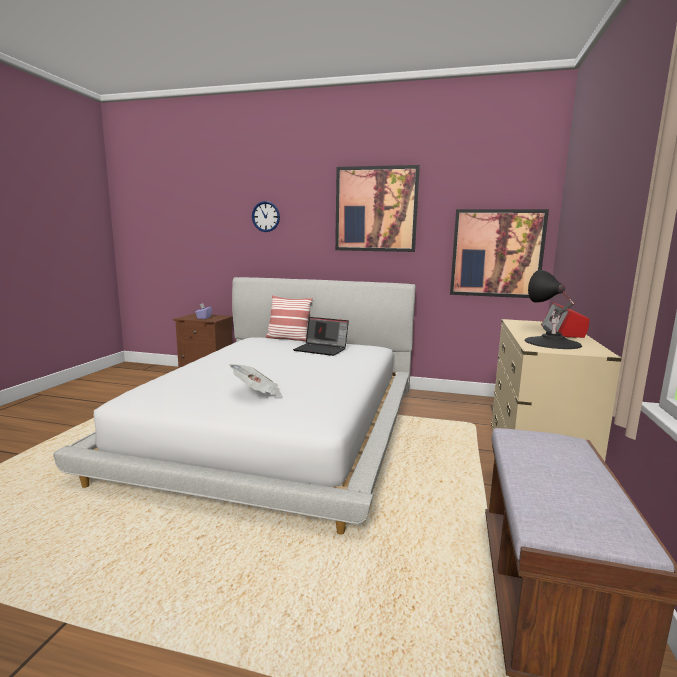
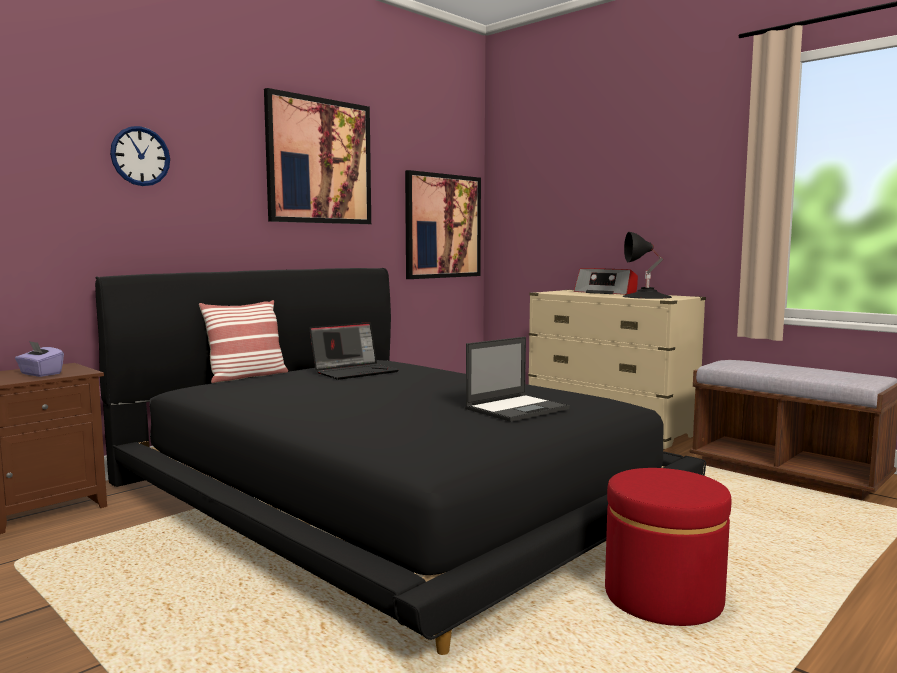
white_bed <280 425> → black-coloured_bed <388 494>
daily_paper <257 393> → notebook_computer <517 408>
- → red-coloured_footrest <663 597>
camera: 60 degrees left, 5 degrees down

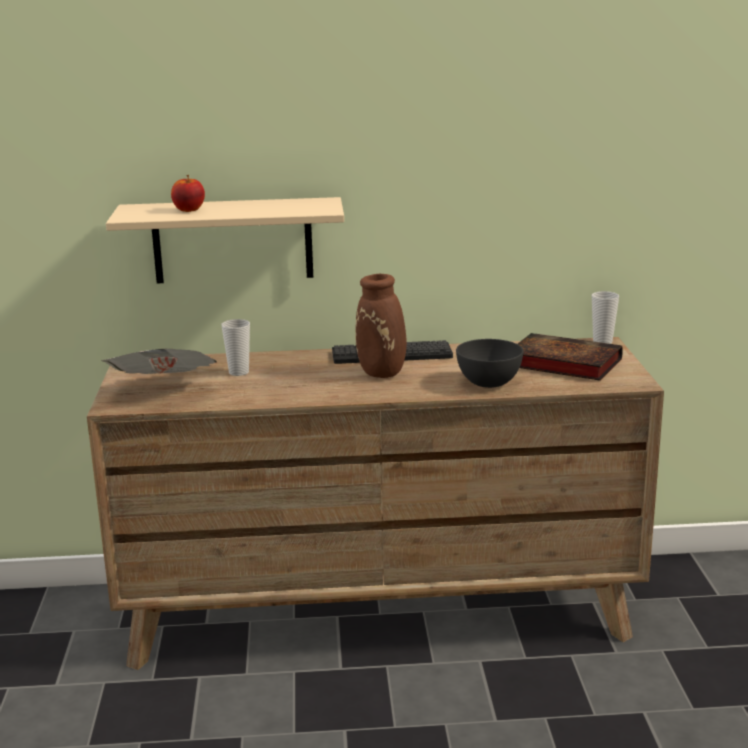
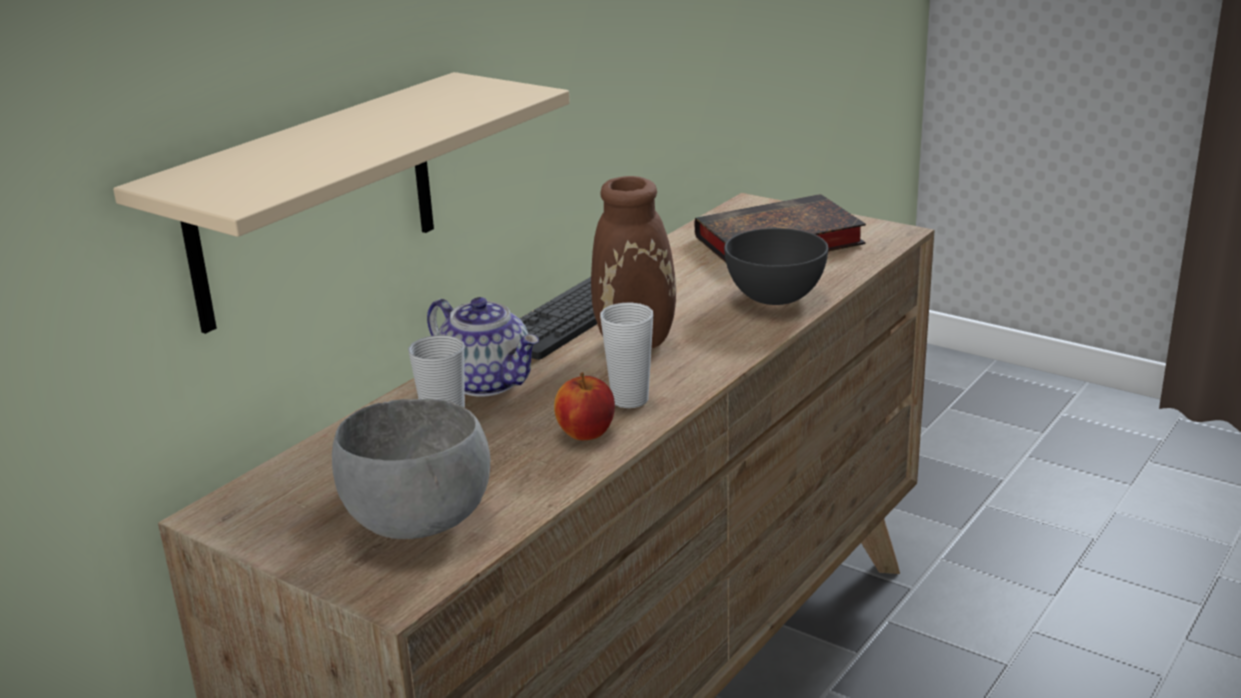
daily_paper <164 391> → greyish_bowl <415 522>
- → pot_for_tea <488 382>
apple <189 210> → apple <585 434>, move
drinking_cup <602 342> → drinking_cup <630 400>, move
camera: 50 degrees left, 5 degrees up

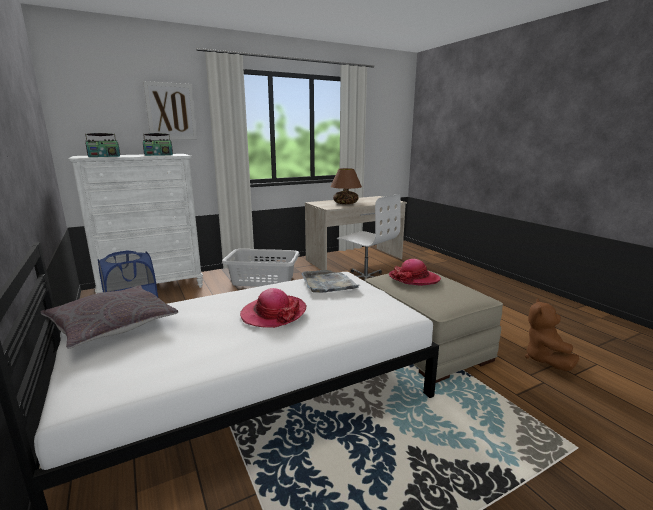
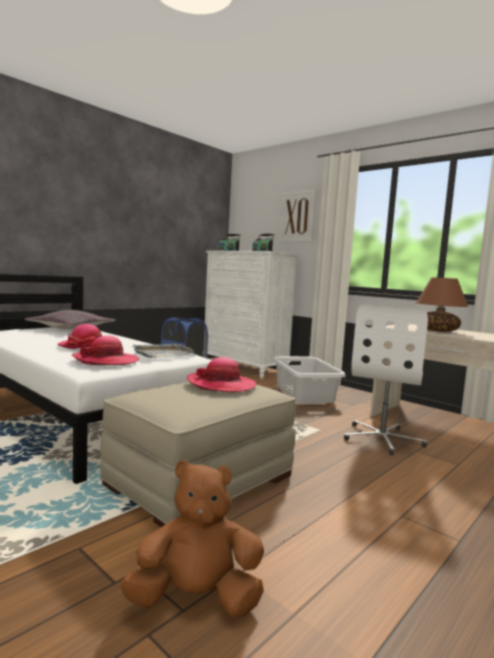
- → hat <106 361>
camera: 70 degrees right, 10 degrees down

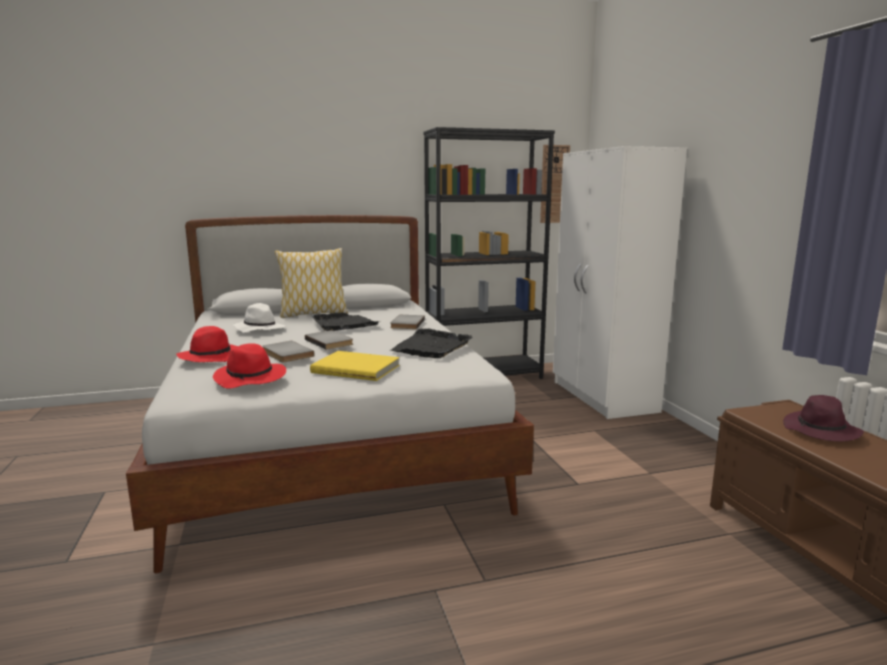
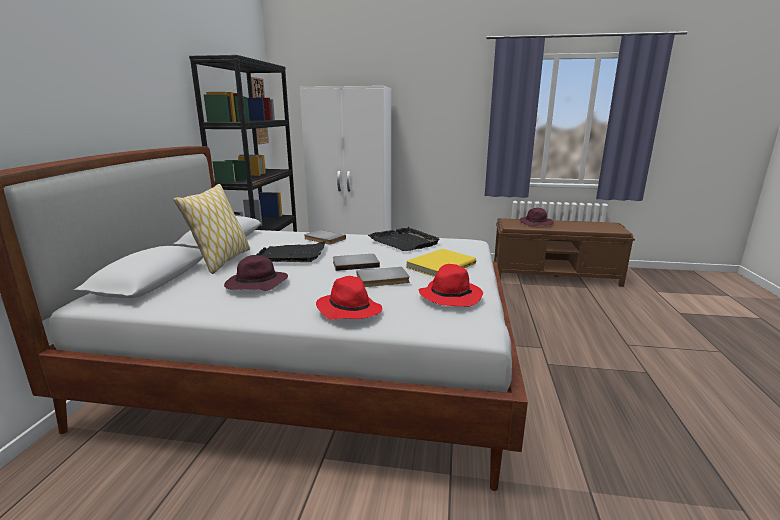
white_hat <259 329> → purple_hat <256 285>
camera: 65 degrees left, 5 degrees up

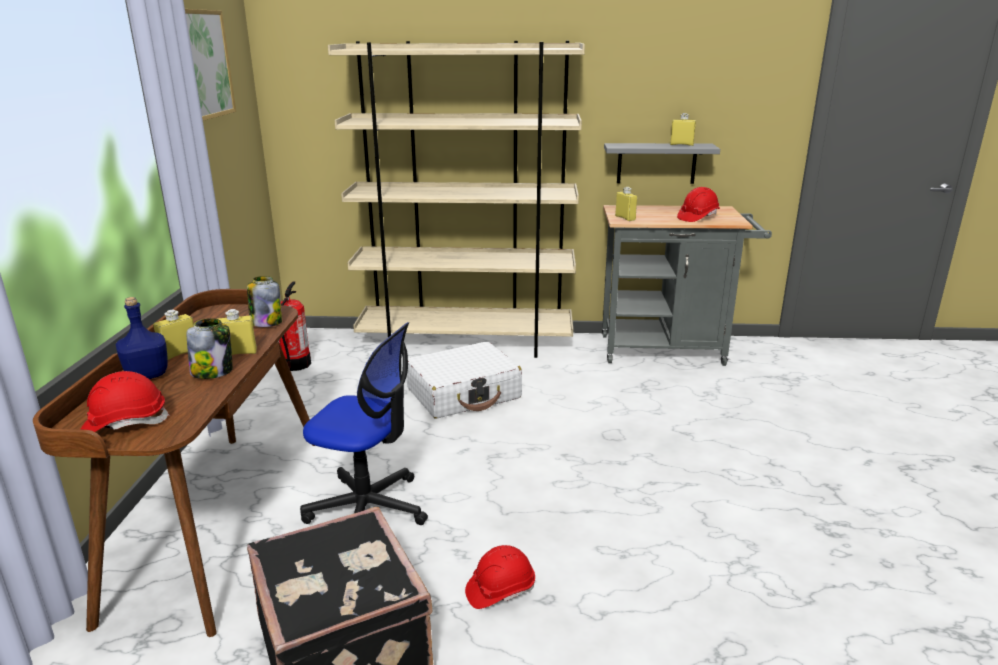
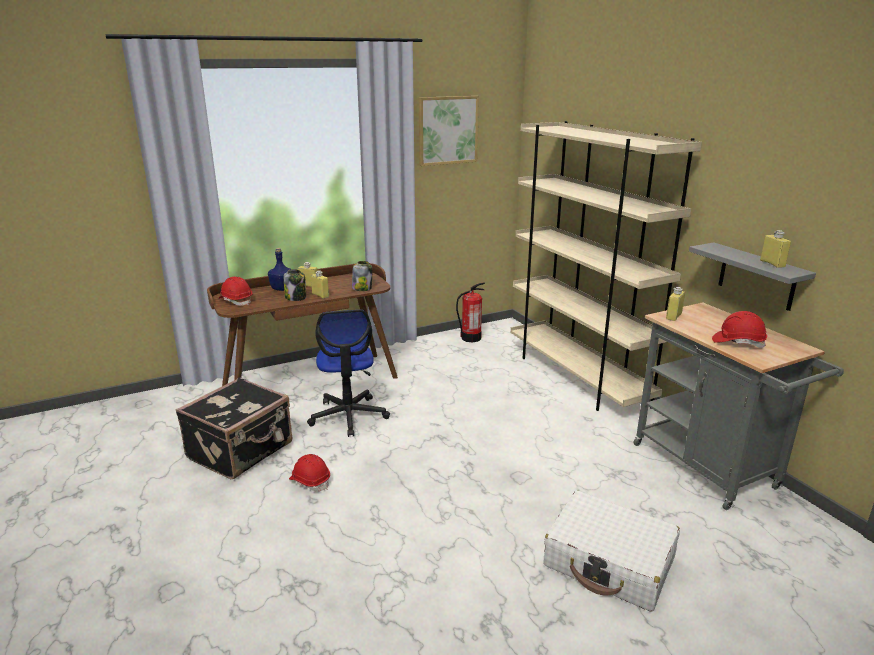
white_piece_of_luggage <464 393> → white_piece_of_luggage <609 562>, move
camera: 60 degrees right, 0 degrees up

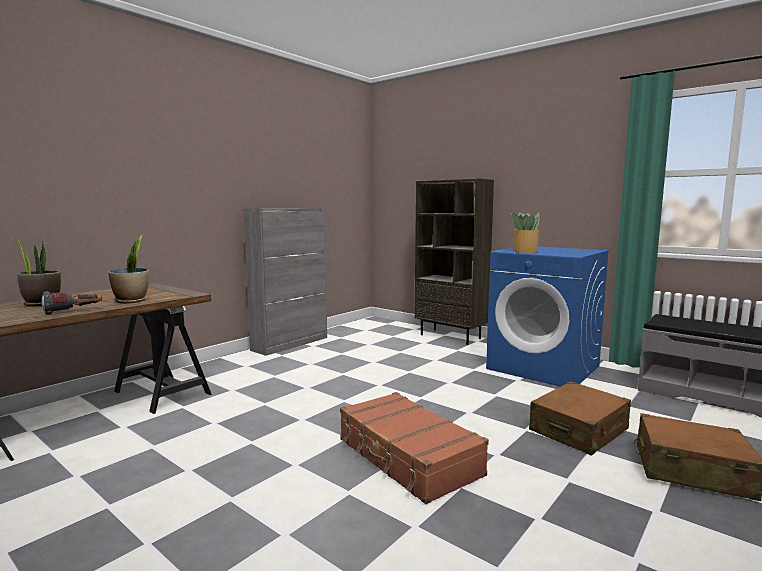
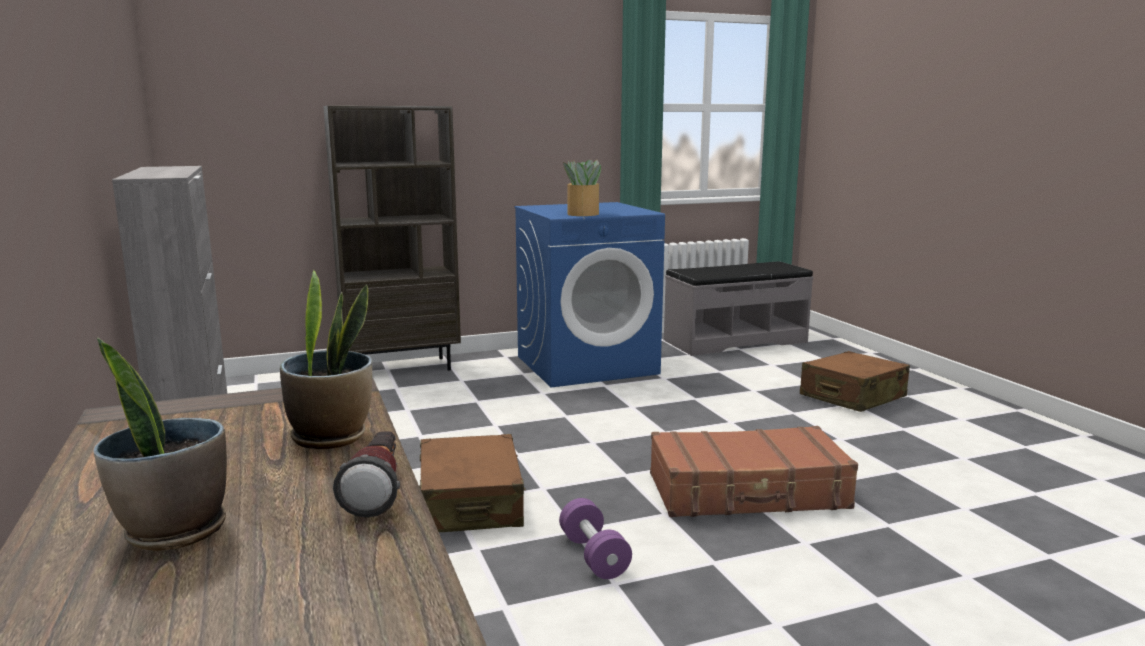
brown_piece_of_luggage <579 430> → brown_piece_of_luggage <470 503>, move
- → purple_dumbbell <594 556>
camera: 60 degrees left, 5 degrees up

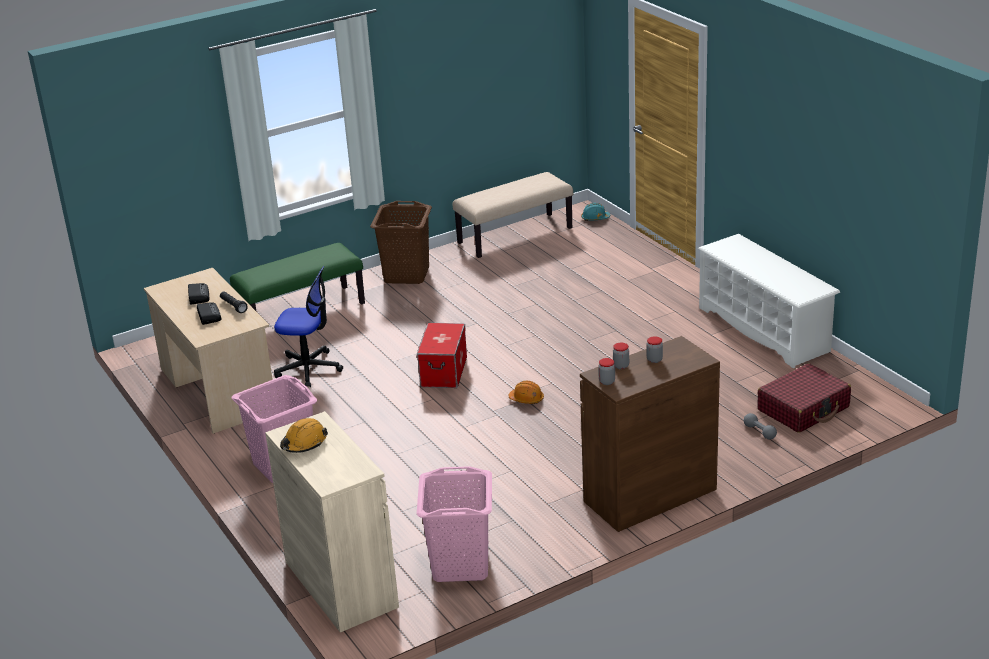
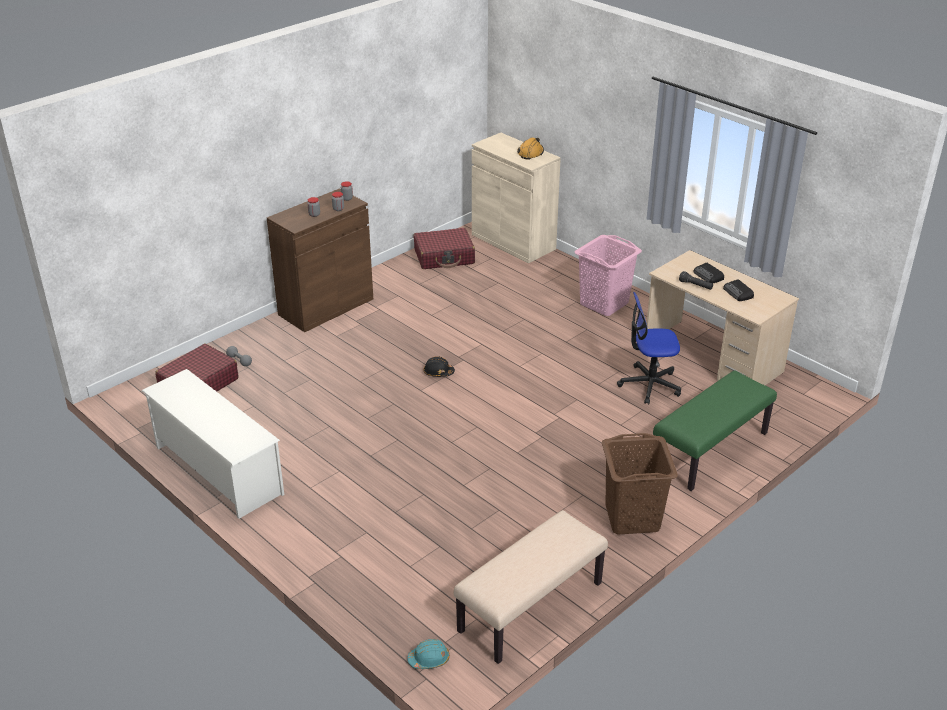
pink-coloured_hamper <460 565> → red-coloured_piece_of_luggage <444 257>
orangey_safety_helmet <526 399> → black-coloured_safety_helmet <438 372>
storage_box <443 371> → -
camera: 165 degrees right, 5 degrees up

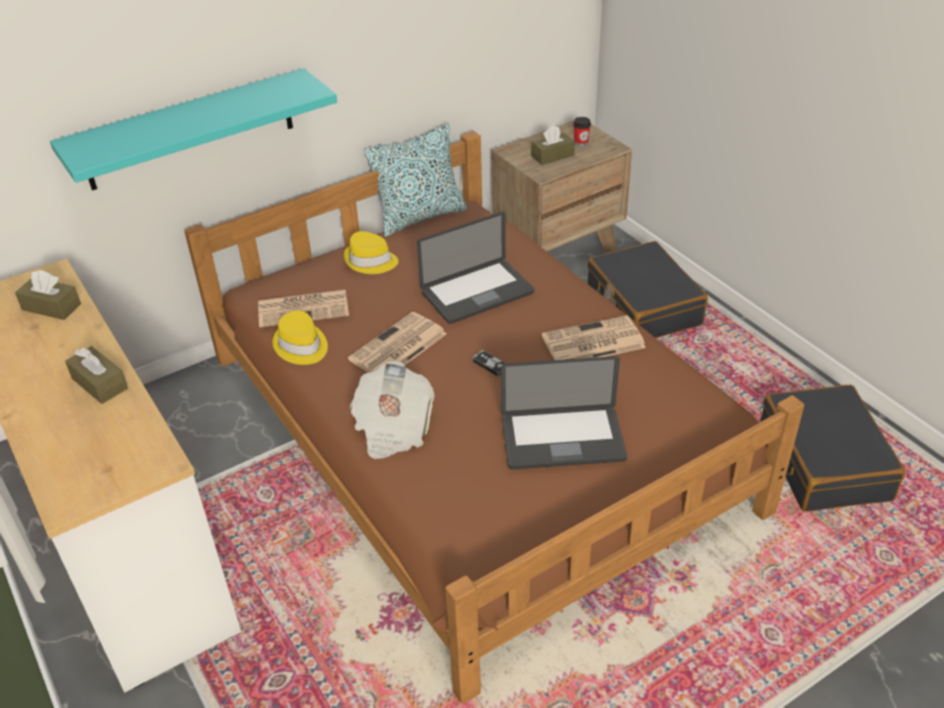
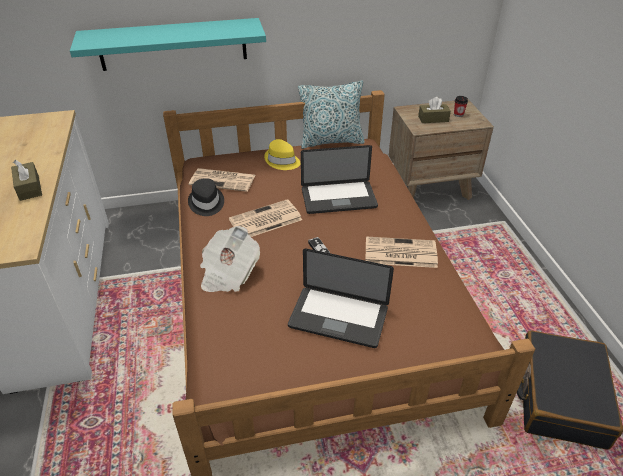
yellowish_hat <301 346> → black-coloured_hat <206 203>
brown_tissue_box <51 307> → -
black-coloured_piece_of_luggage <642 306> → -
camera: 20 degrees right, 0 degrees up

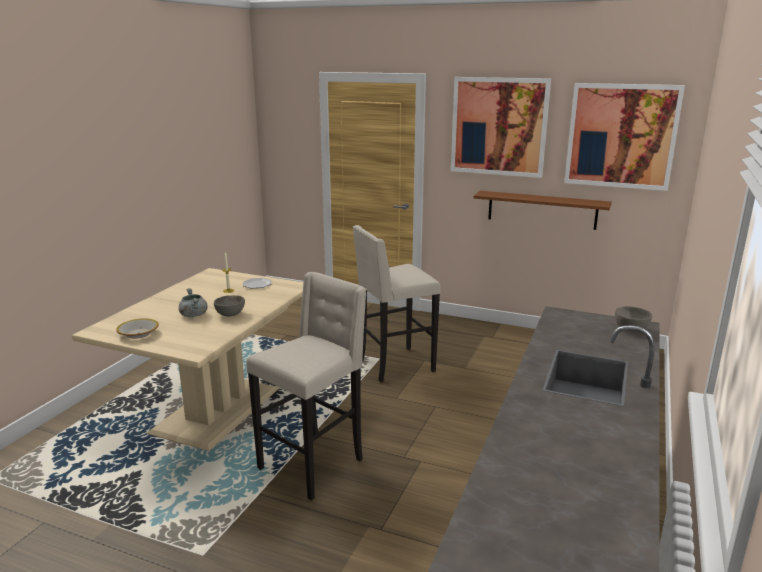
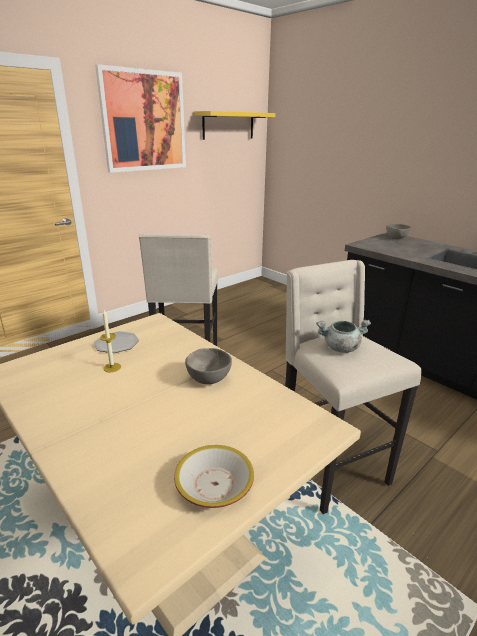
wall_art <621 136> → yellowish_wall_shelf <228 125>
greyish_stockpot <193 315> → greyish_stockpot <340 348>, move
brown_wall_shelf <542 210> → -
camera: 65 degrees left, 5 degrees up

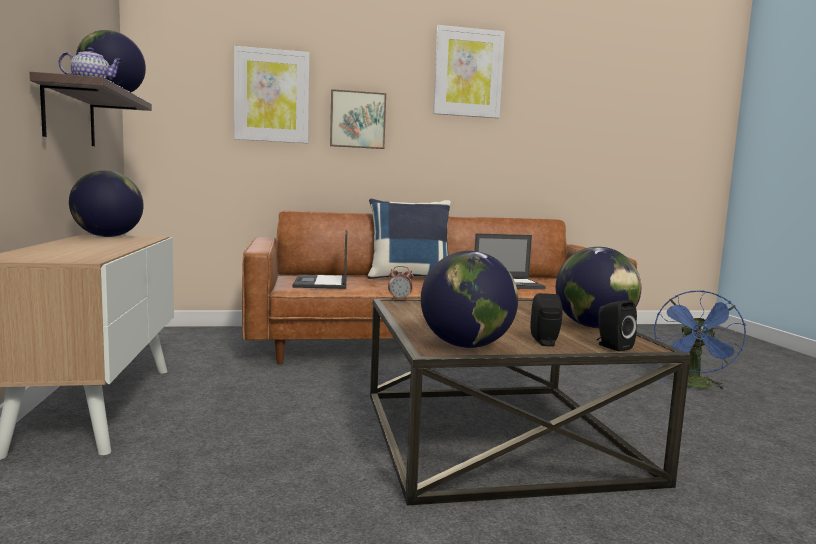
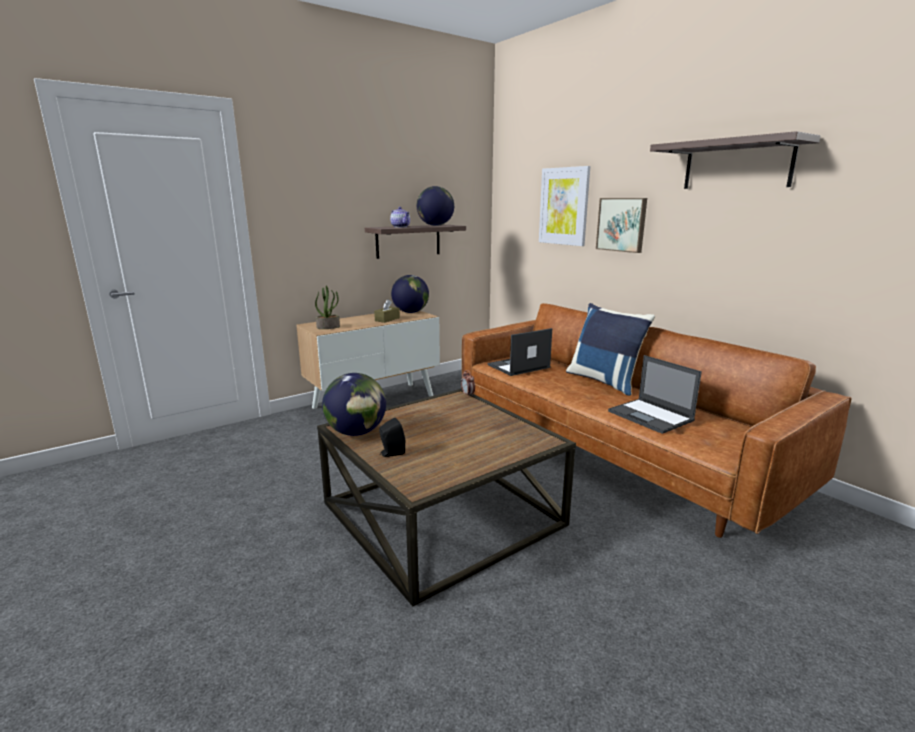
- → potted_plant <328 327>
- → brown_tissue_box <387 319>
wall_art <468 73> → wall_shelf <737 165>
globe <594 327> → -
black-coloured_loudspeaker <612 346> → -
blue-coloured_cooling_fan <694 386> → -
camera: 65 degrees right, 10 degrees up

